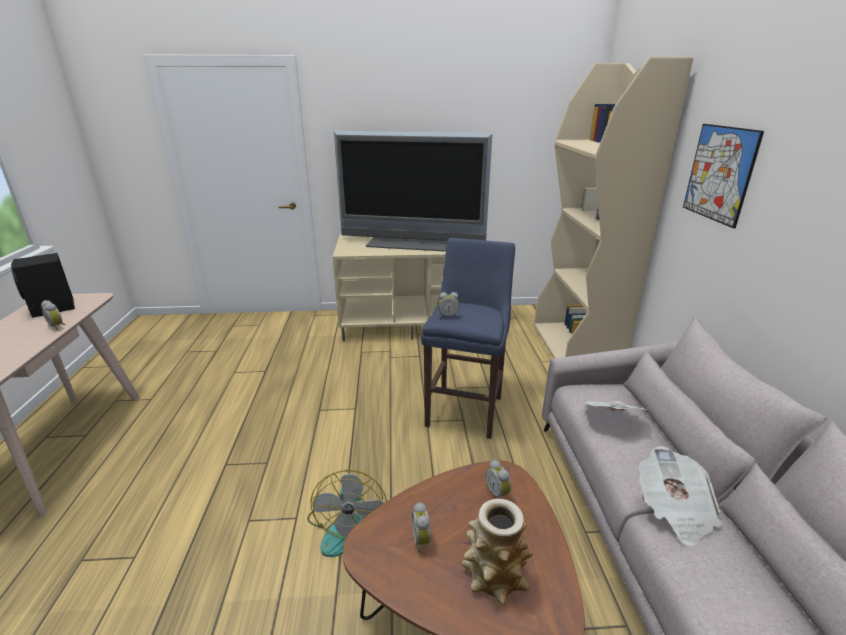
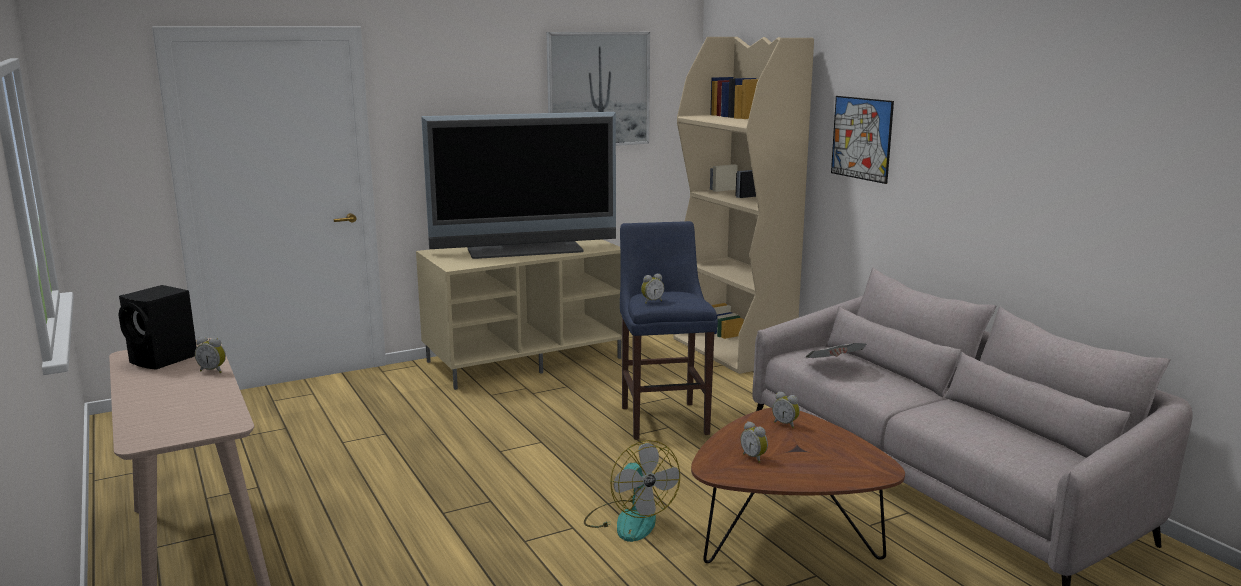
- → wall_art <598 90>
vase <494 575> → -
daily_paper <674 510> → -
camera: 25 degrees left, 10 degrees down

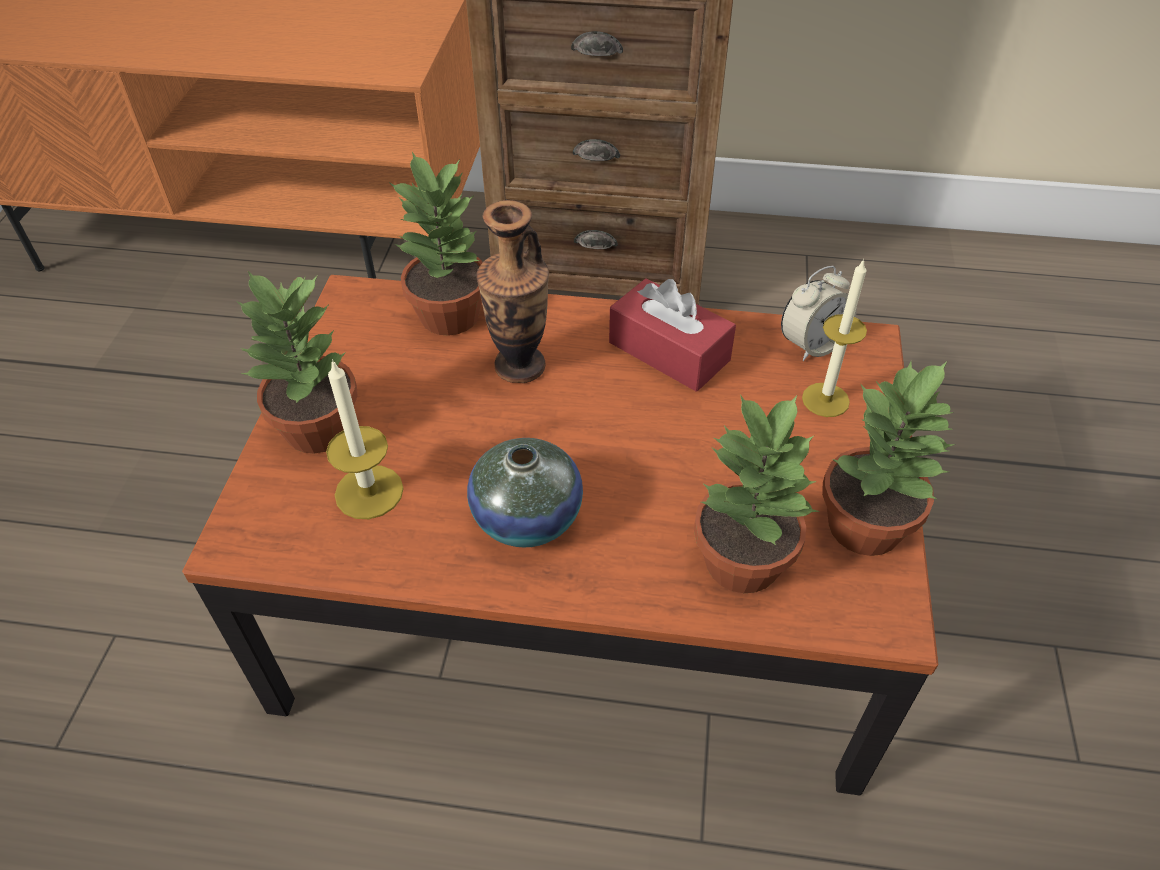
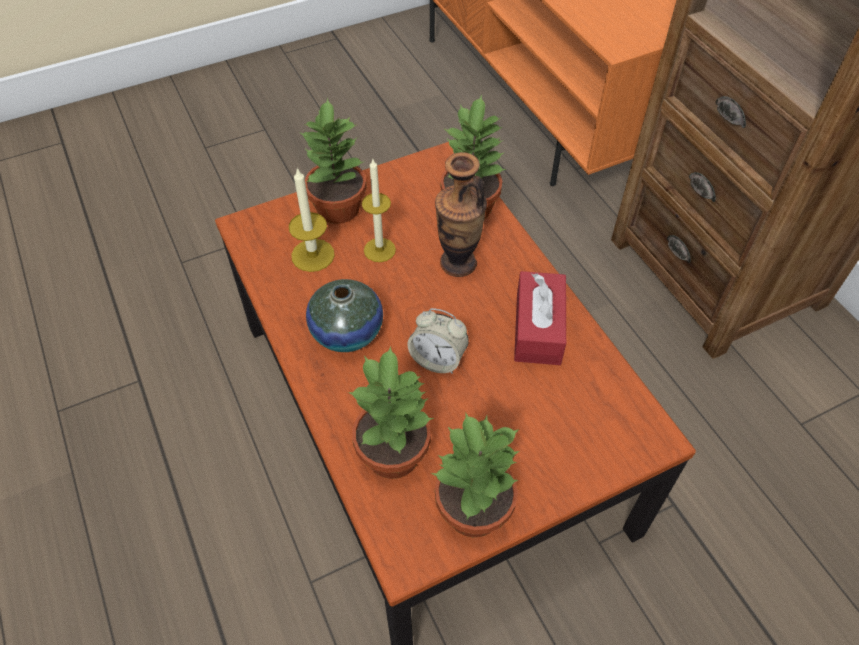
wax_candle <825 400> → wax_candle <379 250>, move
bedside_clock <812 344> → bedside_clock <438 359>, move
camera: 55 degrees right, 5 degrees up

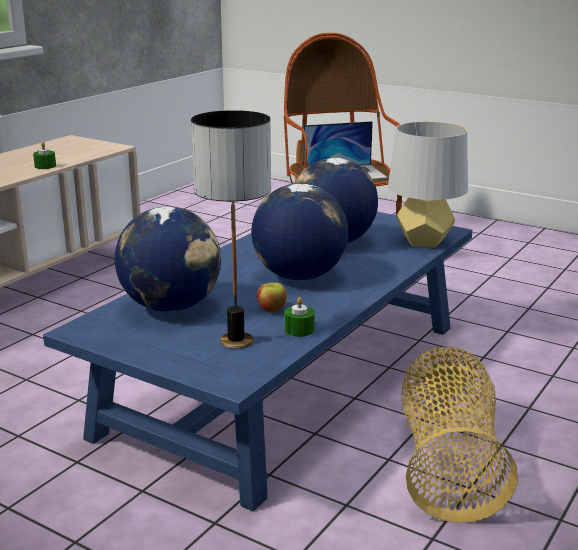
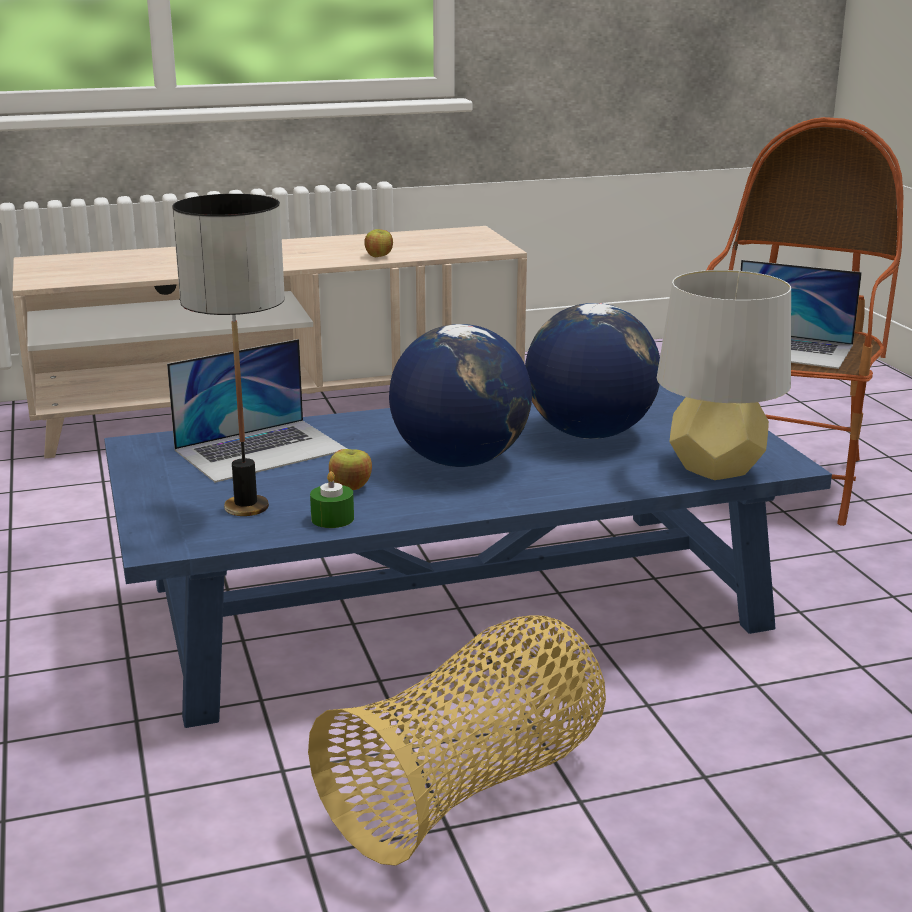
globe <171 307> → notebook_computer <261 450>
green-coloured_wax_candle <45 166> → apple <379 256>
camera: 40 degrees right, 0 degrees up

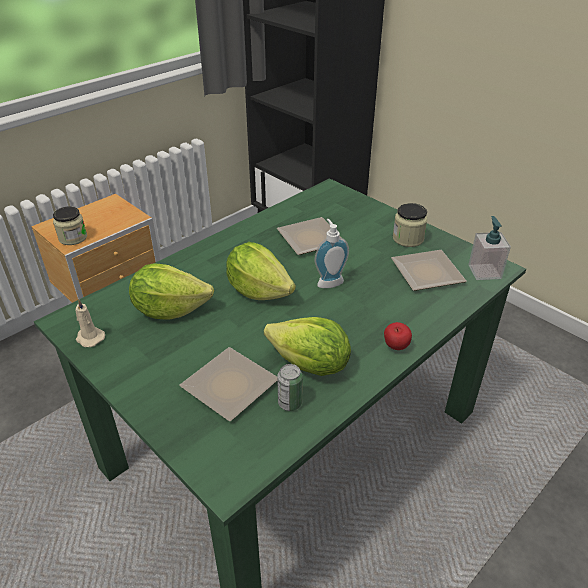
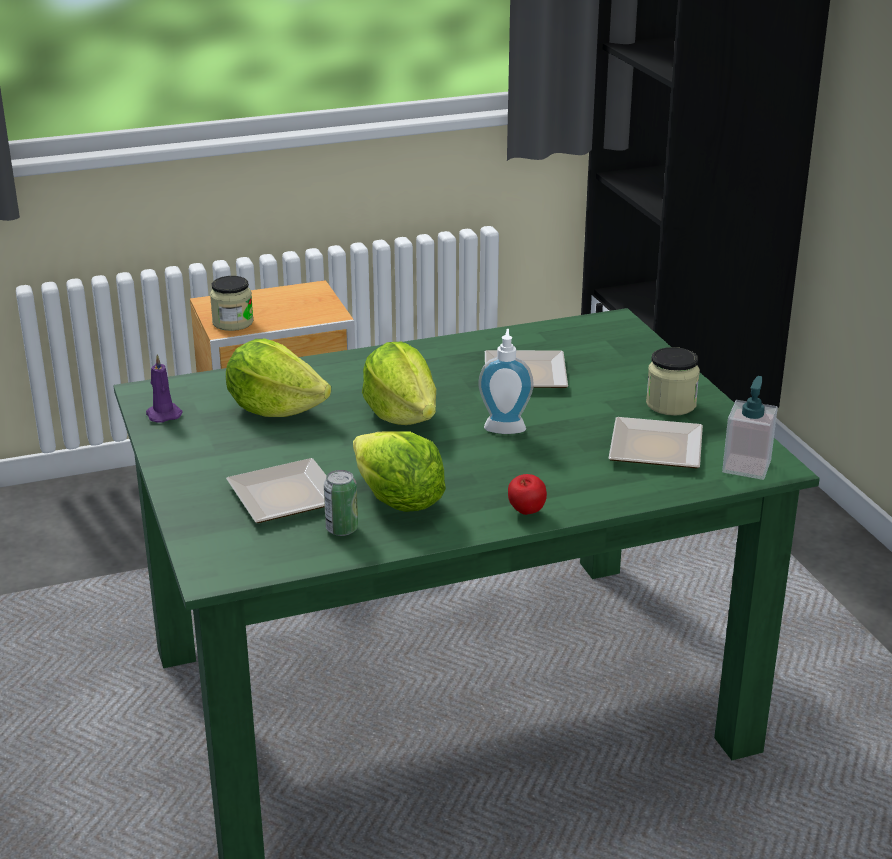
beige_wax_candle <89 338> → purple_wax_candle <163 414>
camera: 25 degrees right, 10 degrees down

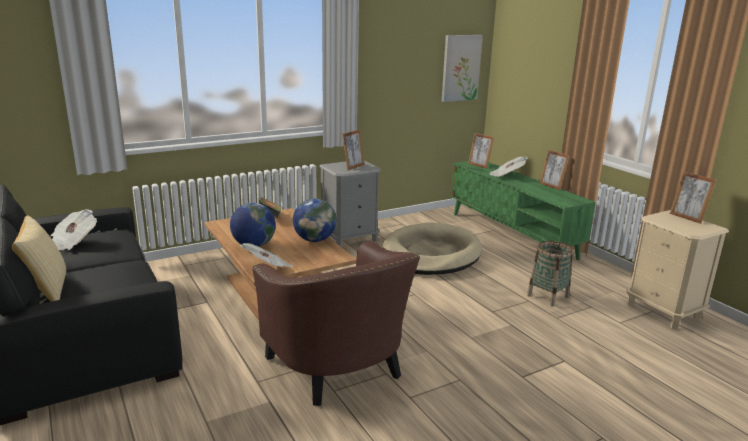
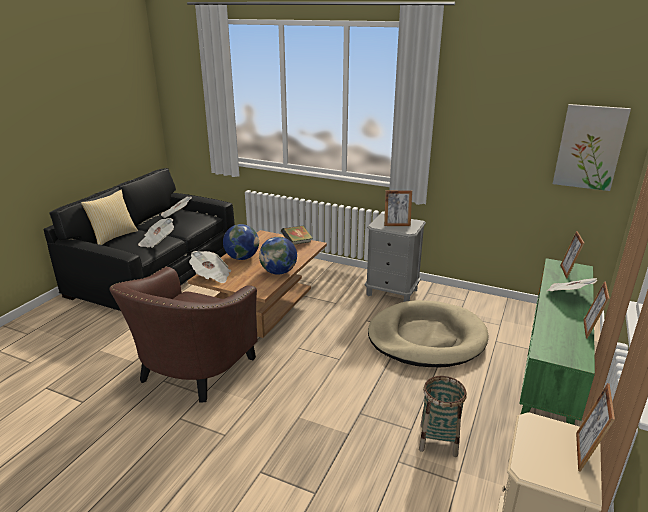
- → daily_paper <157 242>
camera: 55 degrees right, 5 degrees up

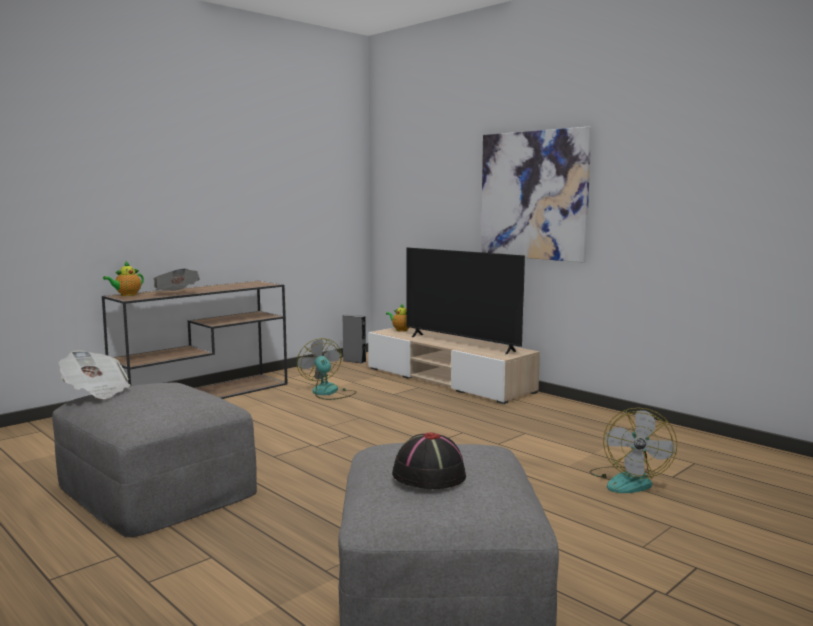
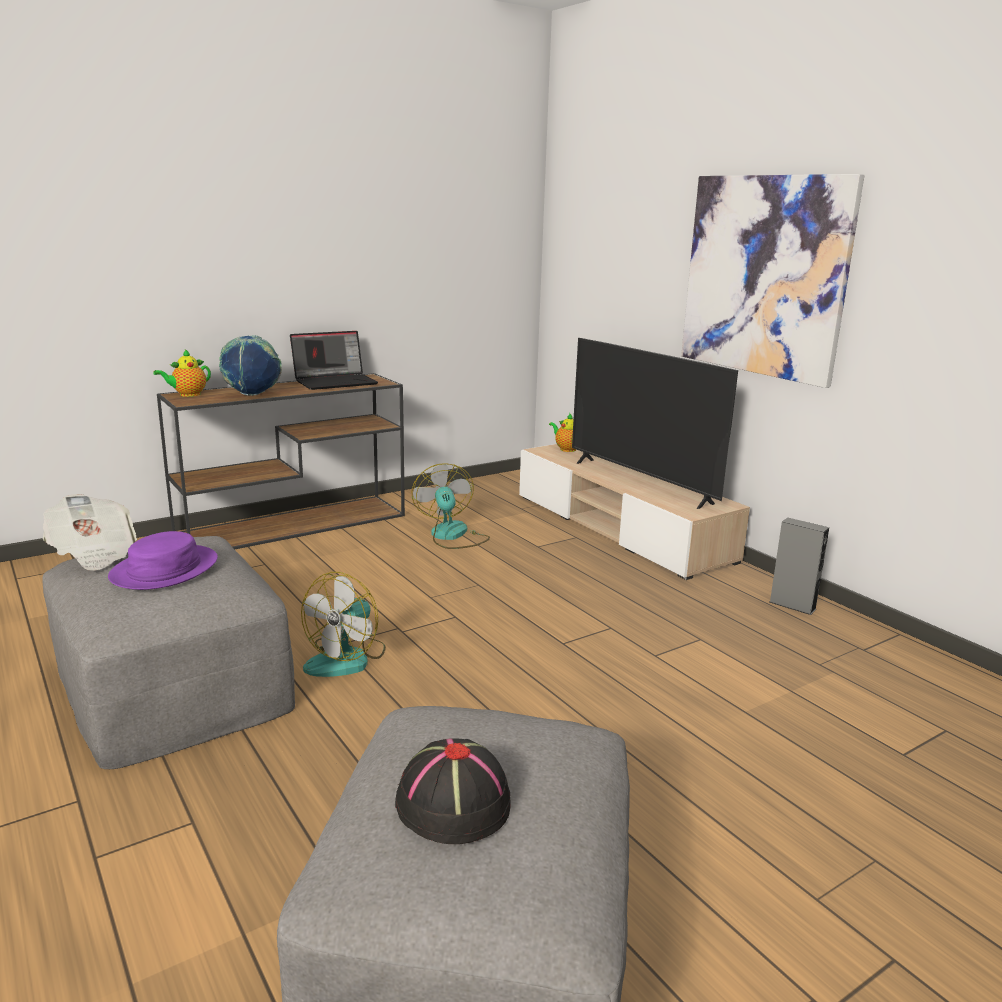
- → purple_hat <164 569>
daily_paper <177 293> → globe <252 395>
- → notebook_computer <336 382>
cooling_fan <629 480> → cooling_fan <347 658>, move
greyish_loudspeaker <354 361> → greyish_loudspeaker <792 605>, move
camera: 10 degrees right, 10 degrees up

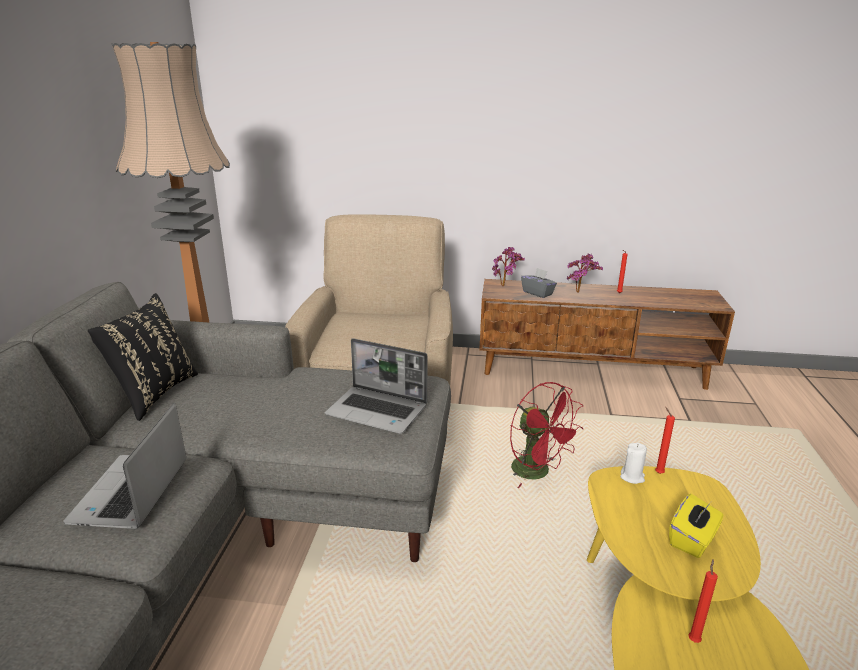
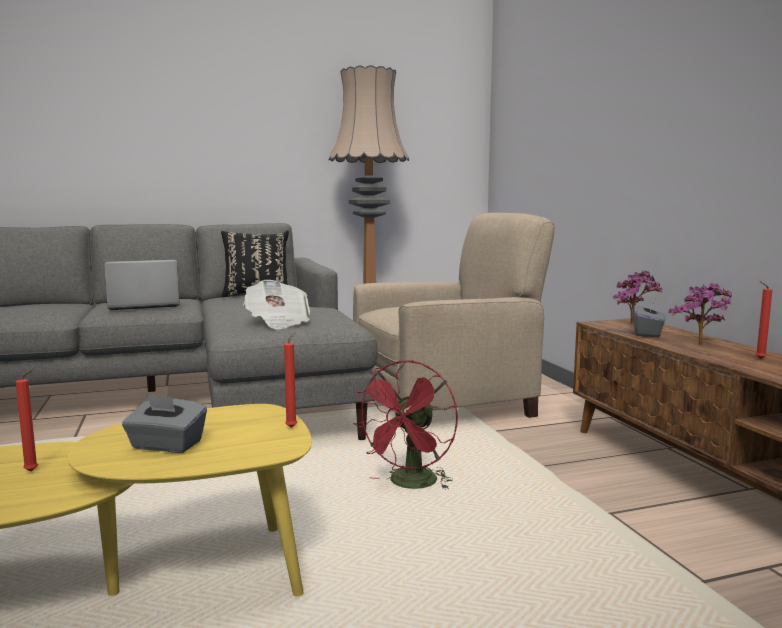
yellowish_tissue_box <692 539> → greyish_tissue_box <166 445>
notebook_computer <378 411> → daily_paper <278 323>
white_wax_candle <632 477> → -
camera: 65 degrees right, 15 degrees down

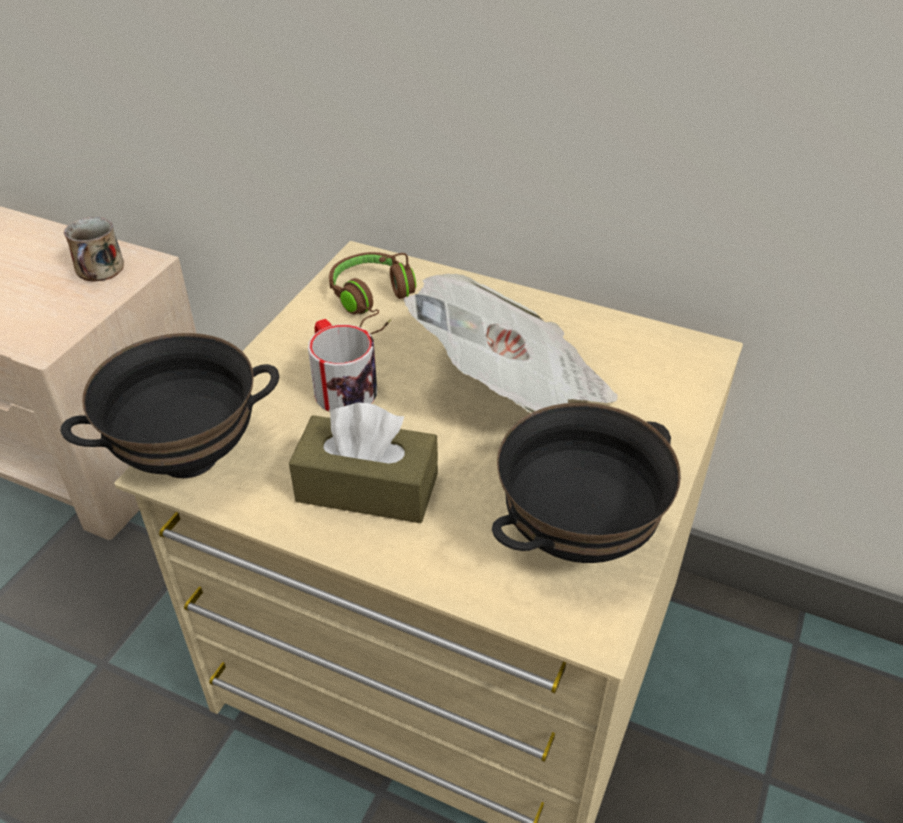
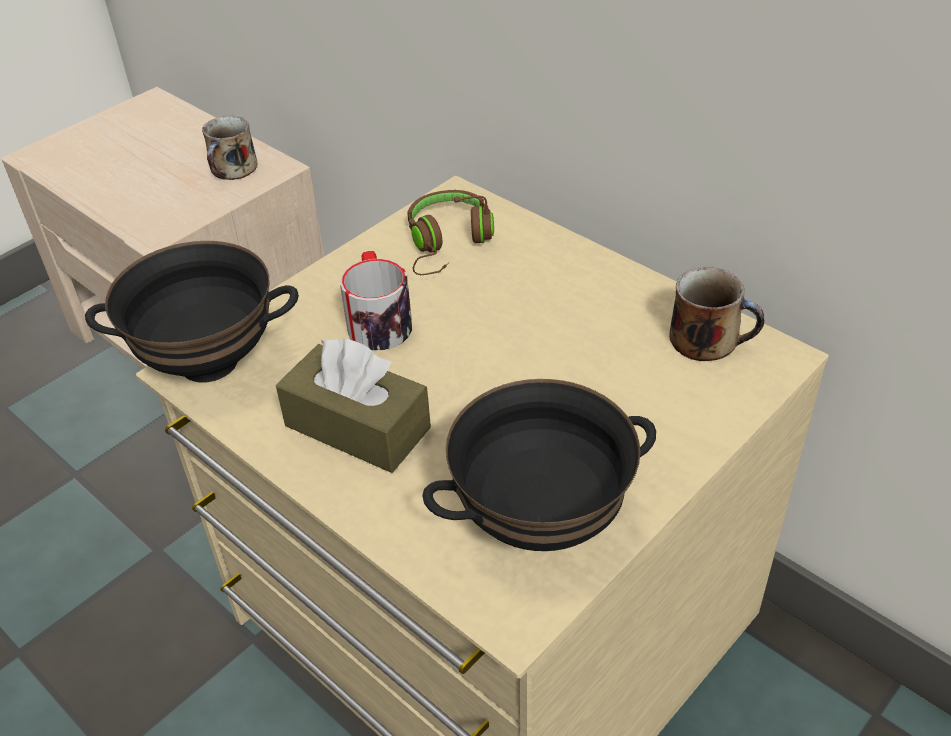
- → tea_mug <708 339>
daily_paper <513 388> → -
camera: 20 degrees right, 0 degrees up

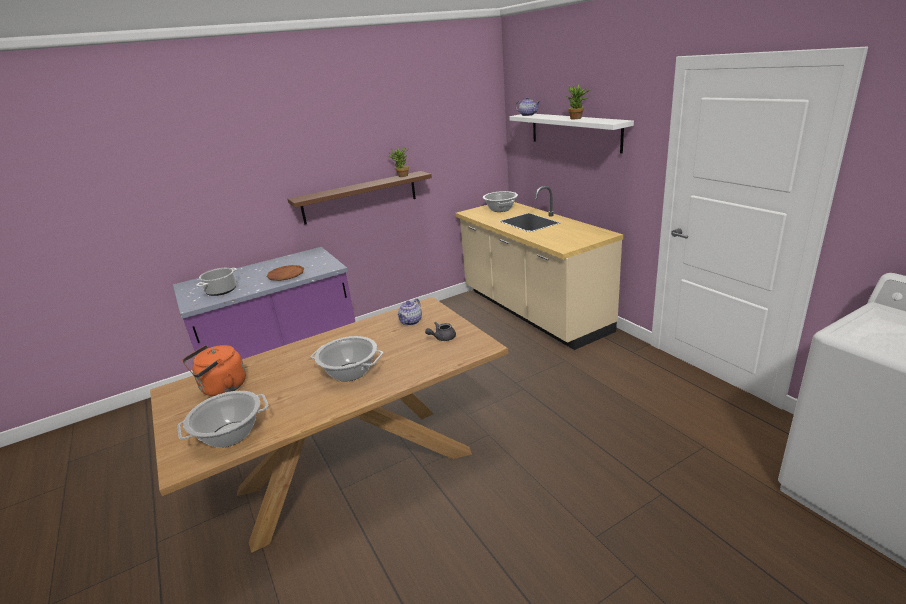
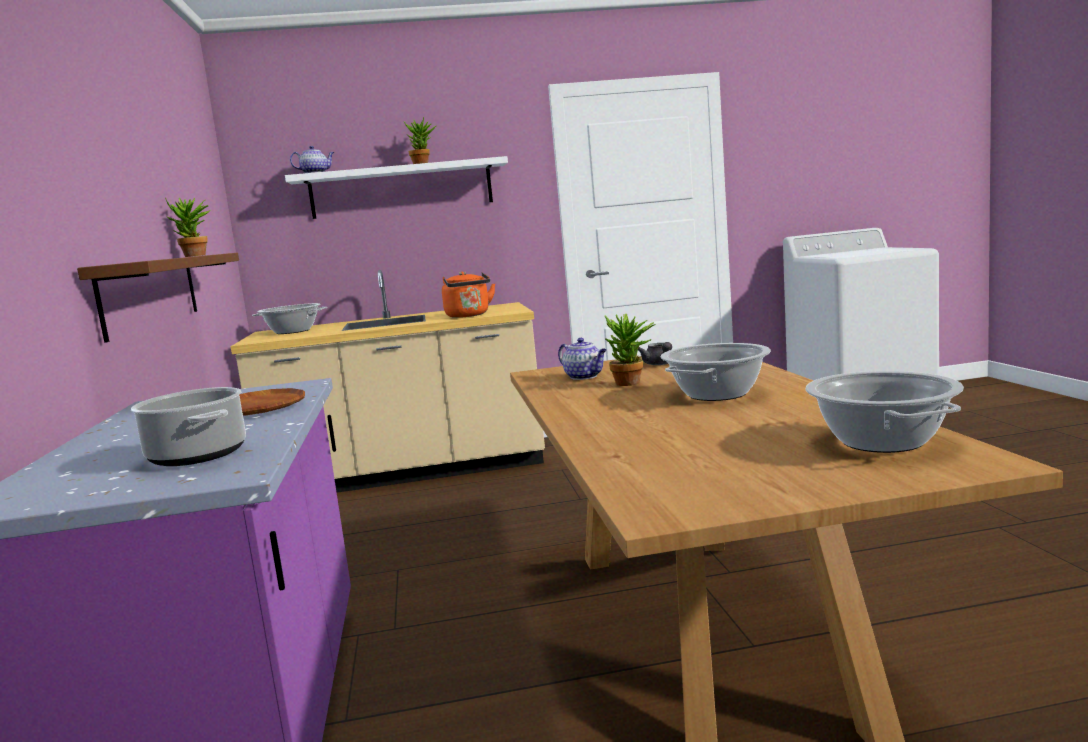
orangey_tea_kettle <221 388> → orangey_tea_kettle <469 315>, move
- → potted_plant <632 383>
camera: 70 degrees left, 15 degrees down

